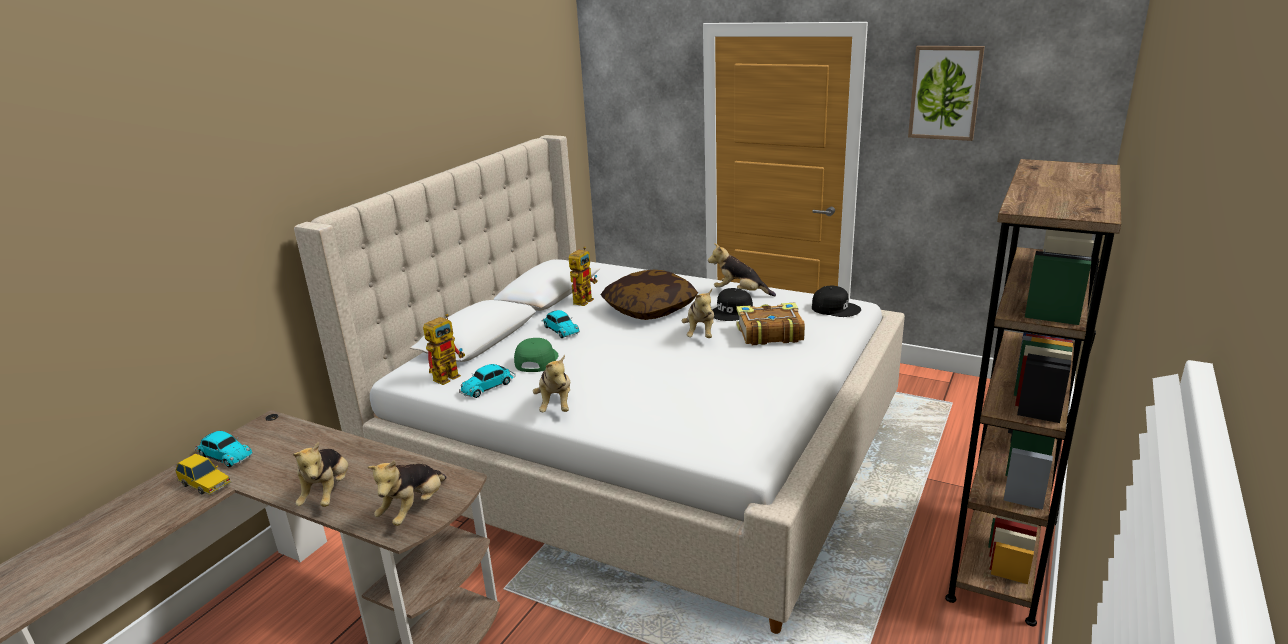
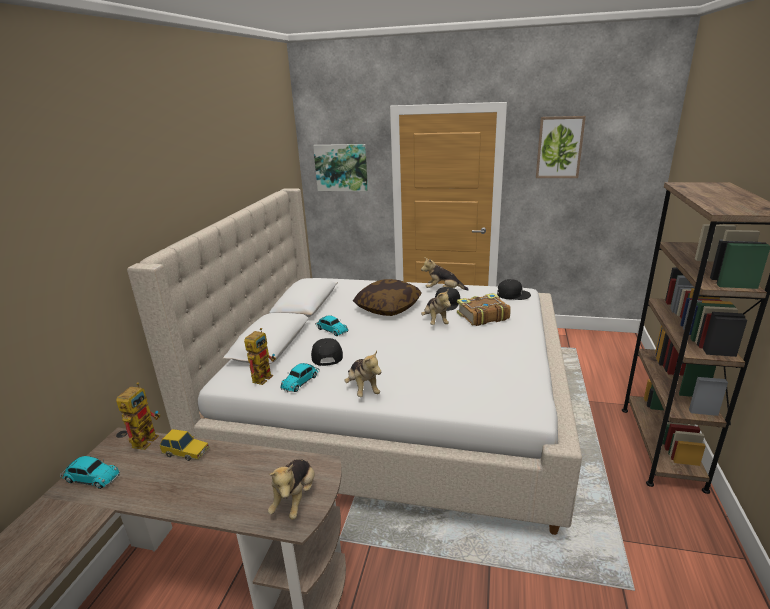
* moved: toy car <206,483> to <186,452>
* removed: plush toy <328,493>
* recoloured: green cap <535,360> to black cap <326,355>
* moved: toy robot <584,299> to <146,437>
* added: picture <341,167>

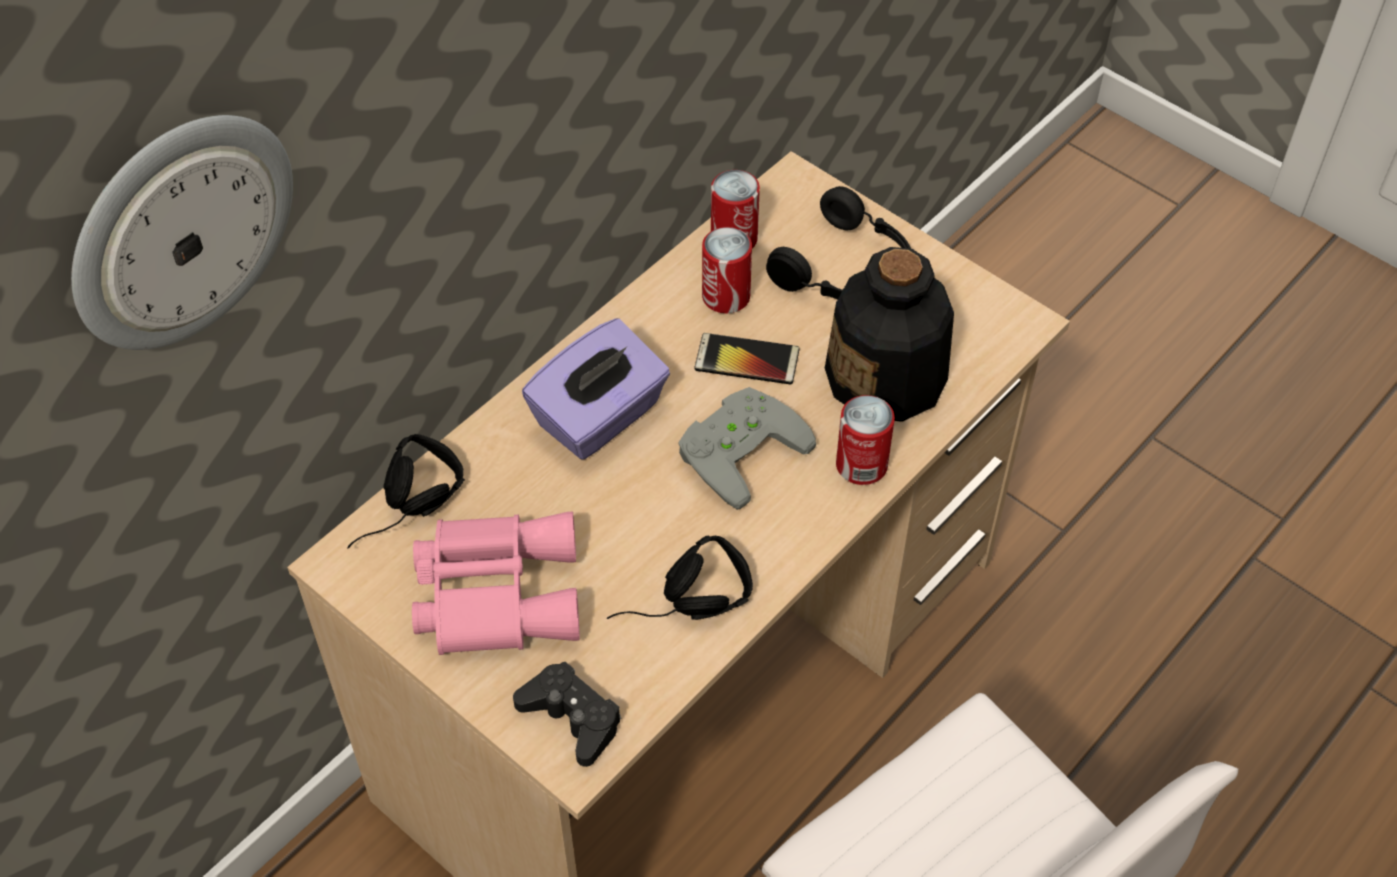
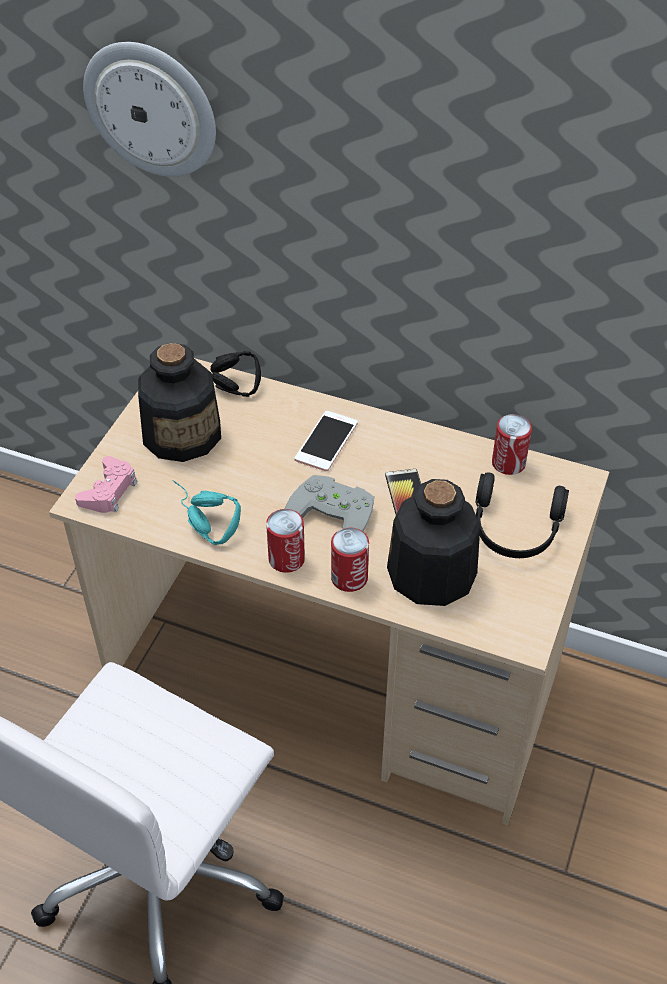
* replaced: pink binoculars <495,590> to bottle <182,434>
* recoloured: black game controller <572,718> to pink game controller <109,491>
* replaced: purple tissue box <600,417> to phone <326,441>
* recoloured: black headphones <684,611> to turquoise headphones <199,520>
* moved: can <726,296> to <286,559>

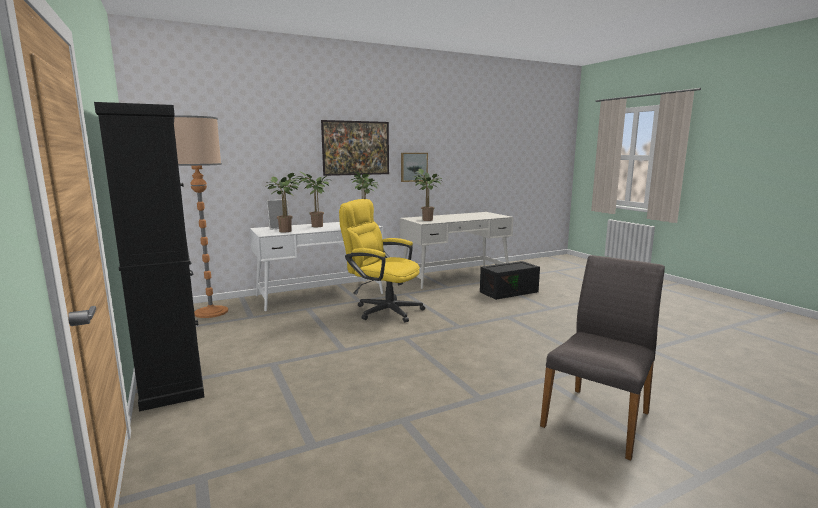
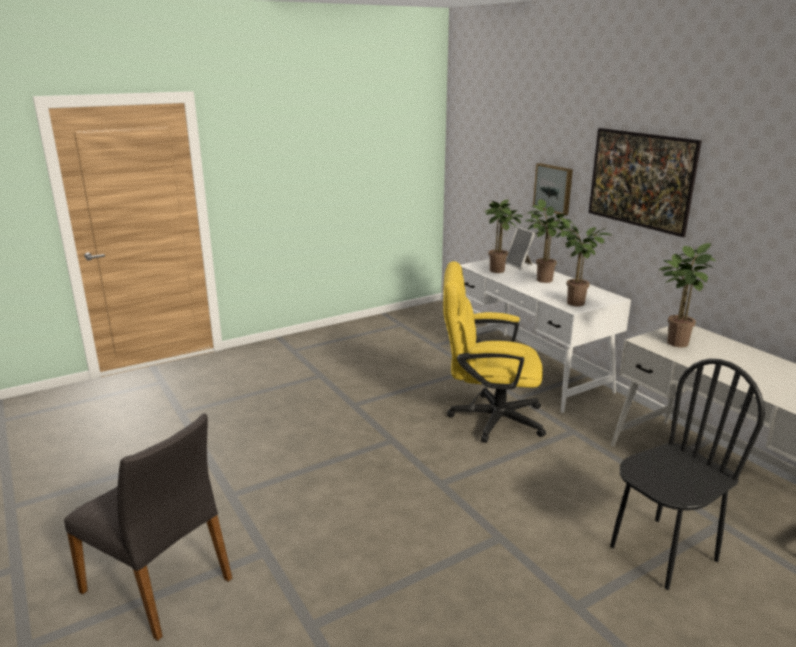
* removed: black cabinet <172,378>
* removed: floor lamp <211,312>
* turned: yellow office chair <383,310> = <487,418> 105 degrees counterclockwise
* moved: picture <413,167> to <554,188>
* replaced: black storage box <509,291> to black chair <662,553>

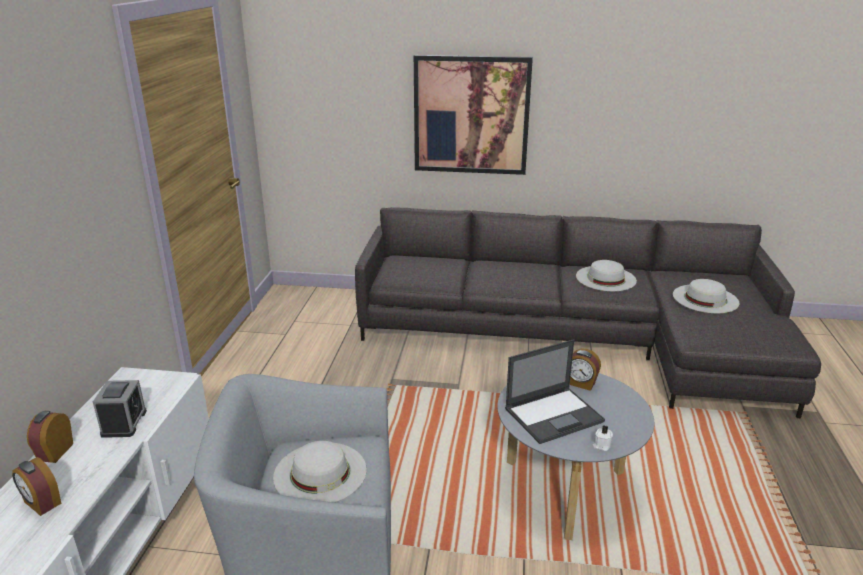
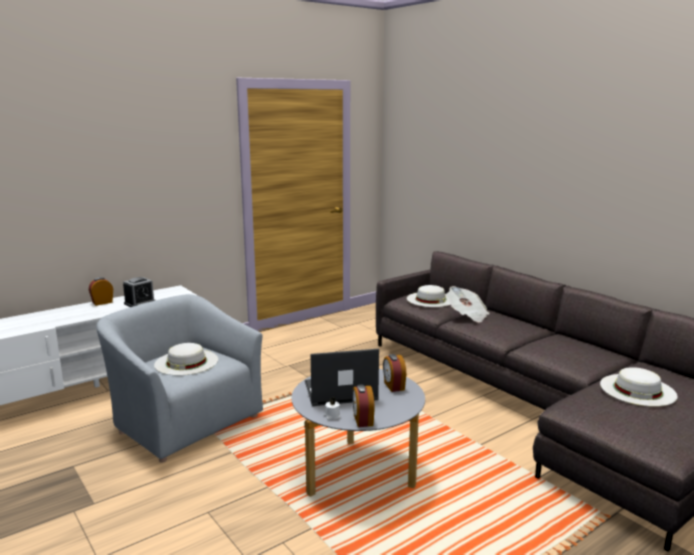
* moved: alarm clock <41,503> to <362,420>
* removed: picture <471,115>
* turned: laptop <554,415> = <339,391> 150 degrees clockwise
* moved: white hat <606,278> to <430,299>
* added: newspaper <467,315>

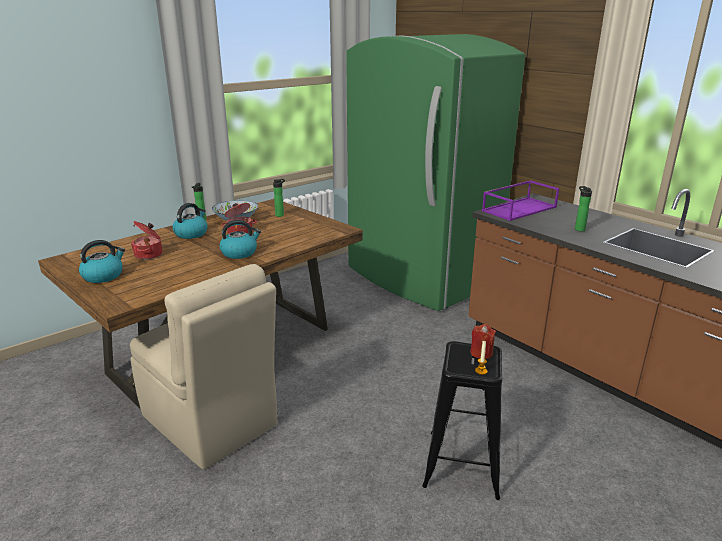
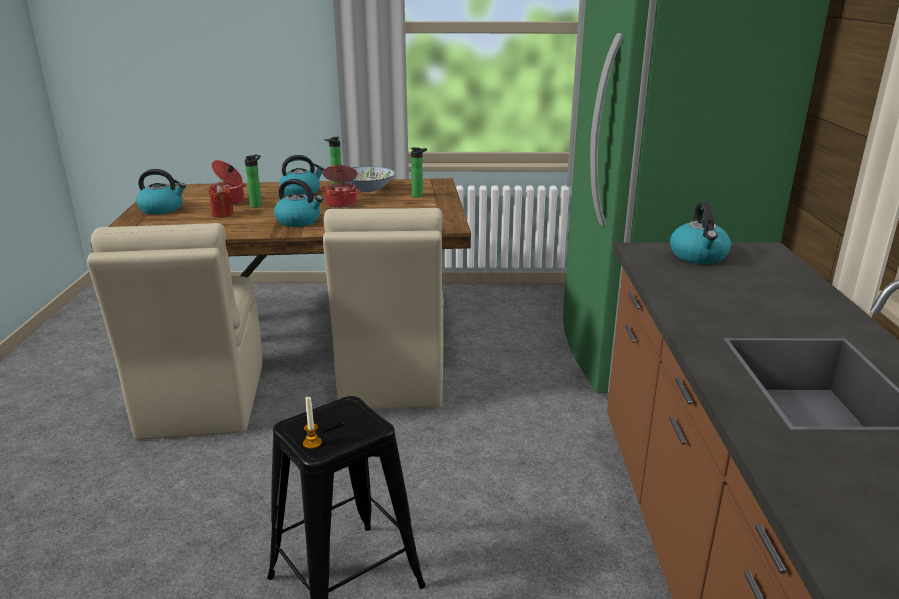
* moved: red candle <481,353> to <222,214>
* replaced: purple tray <519,208> to kettle <698,256>
* moved: bottle <579,229> to <257,205>
* added: beige chair <391,378>

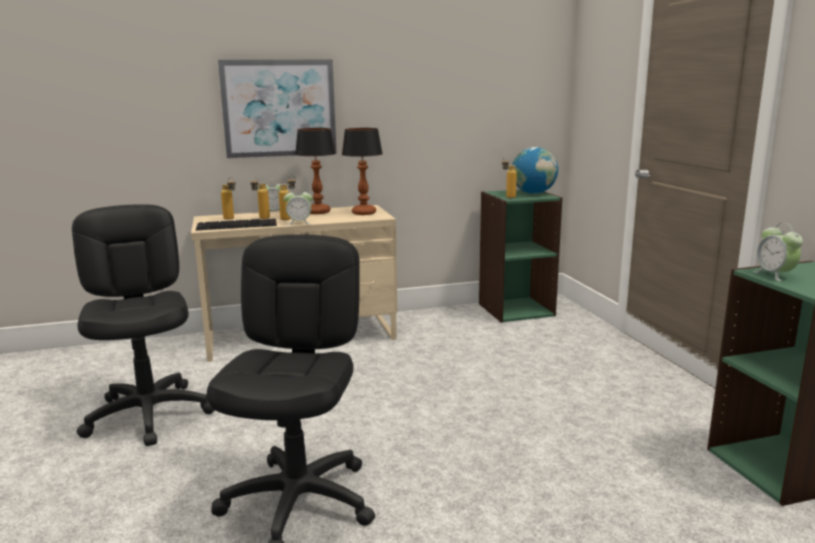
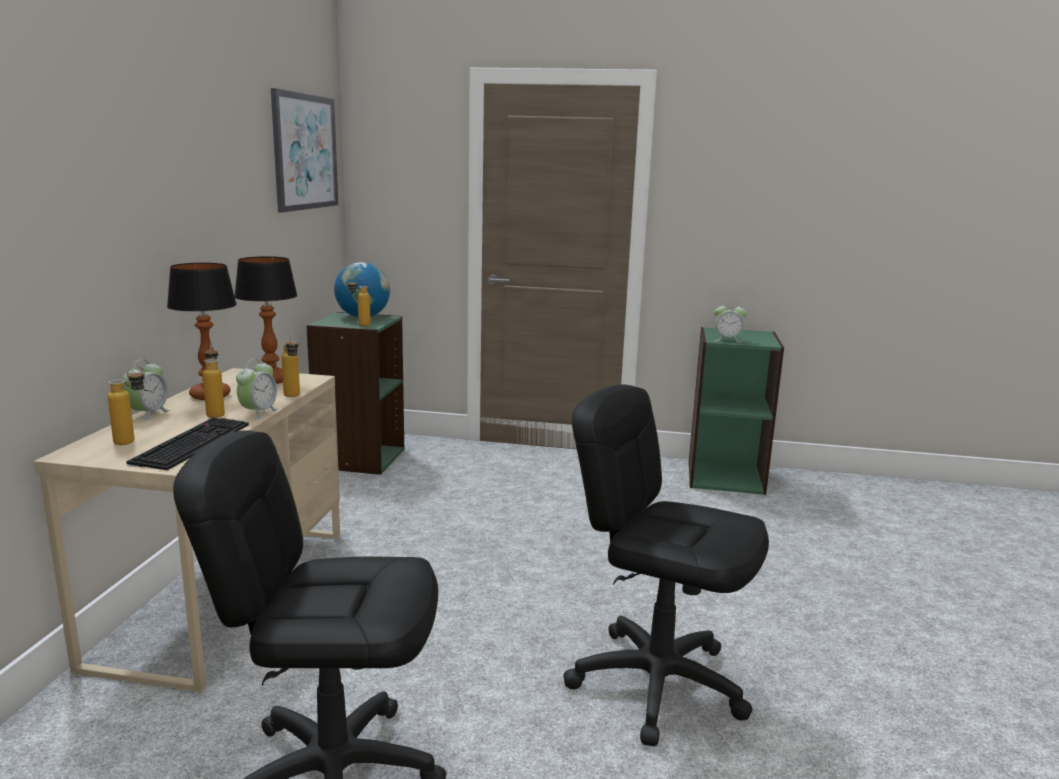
* moved: picture <279,108> to <305,152>
* moved: bottle <261,218> to <293,397>

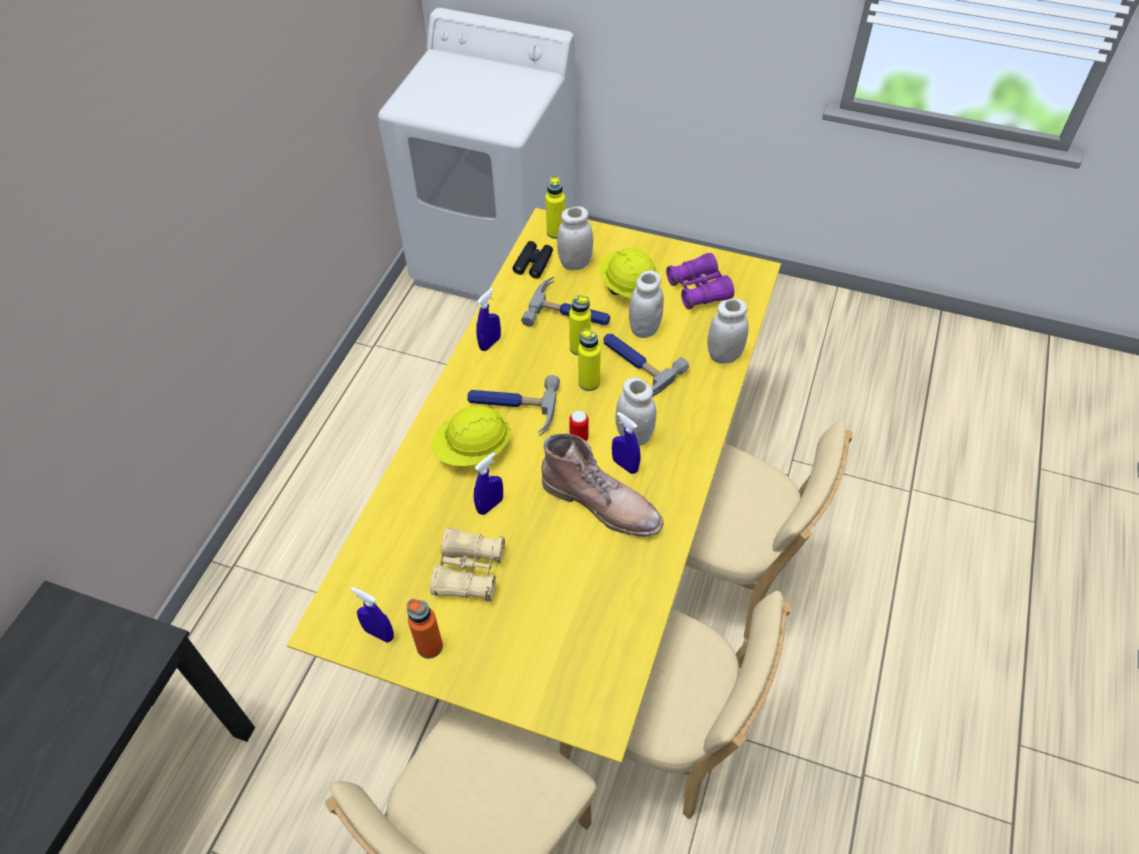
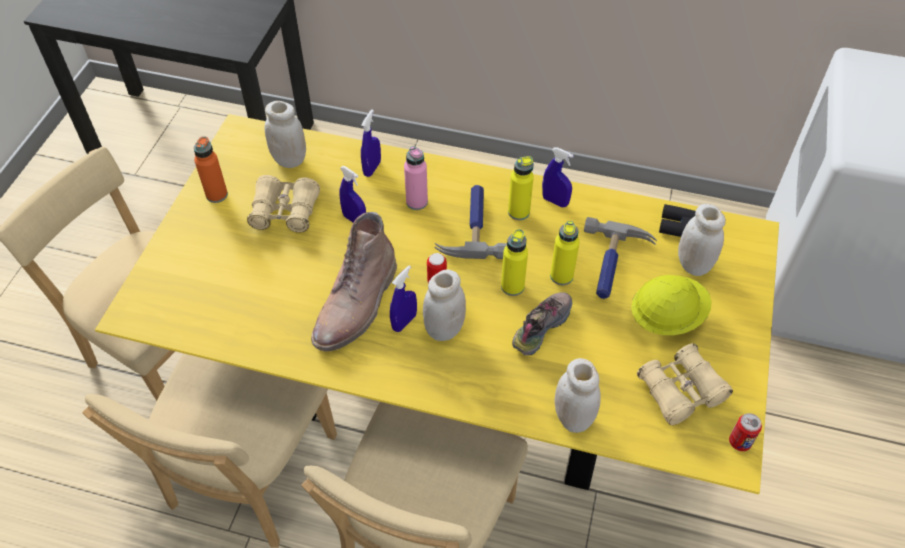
* moved: blue spray bottle <379,633> to <372,168>
* replaced: yellow hard hat <473,450> to pink bottle <417,202>
* moved: yellow bottle <556,232> to <518,212>
* replaced: hammer <634,367> to shoe <541,326>
* moved: white jar <644,329> to <290,160>
* recoloured: purple binoculars <699,290> to beige binoculars <680,391>
* added: can <739,442>

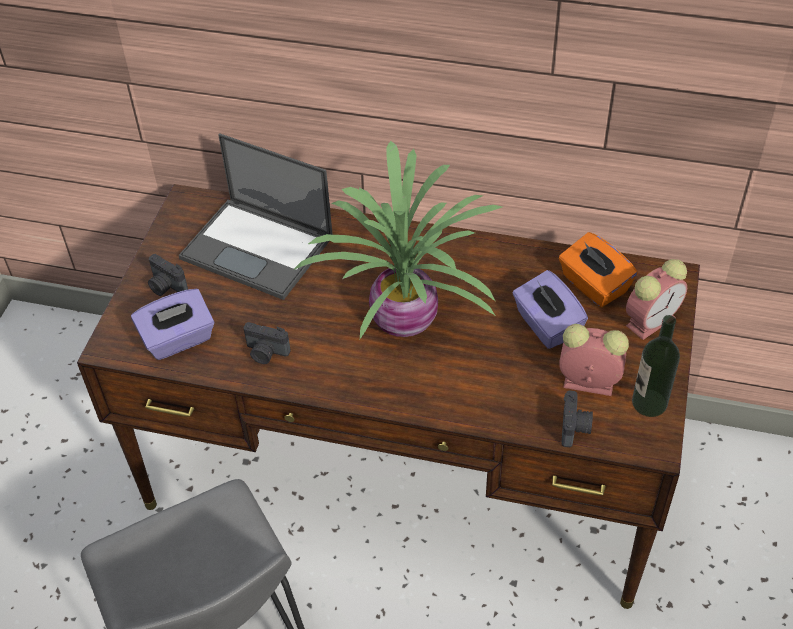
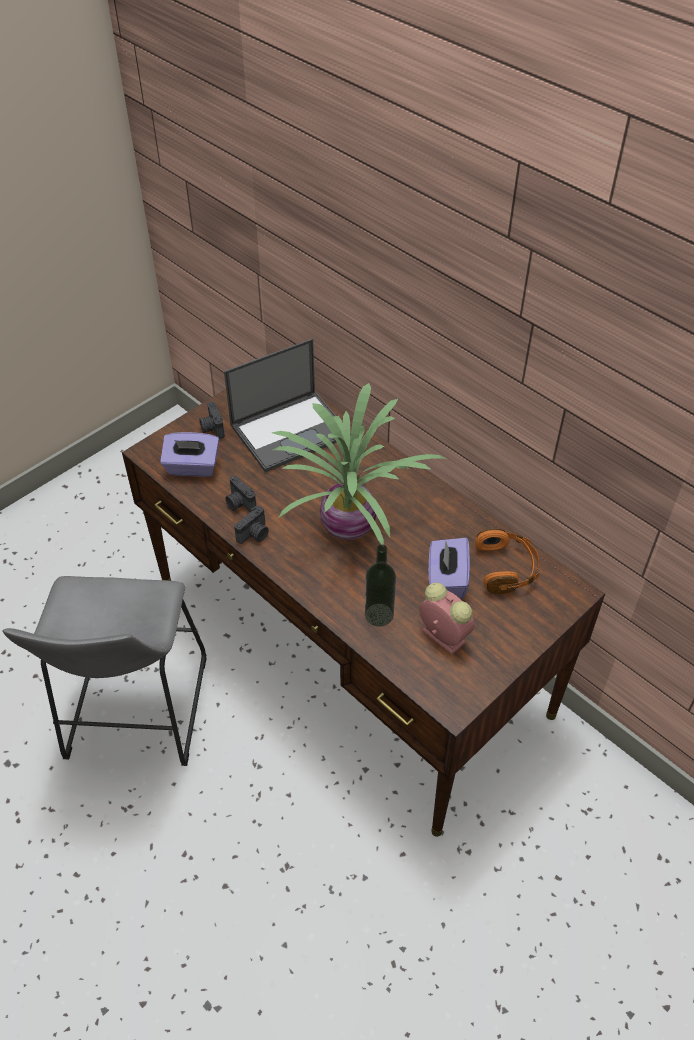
* turned: laptop <259,248> = <291,430> 90 degrees counterclockwise
* replaced: orange tissue box <593,285> to orange headphones <506,568>
* moved: photo camera <575,428> to <254,534>
* removed: alarm clock <651,320>
* moved: bottle <649,403> to <379,615>

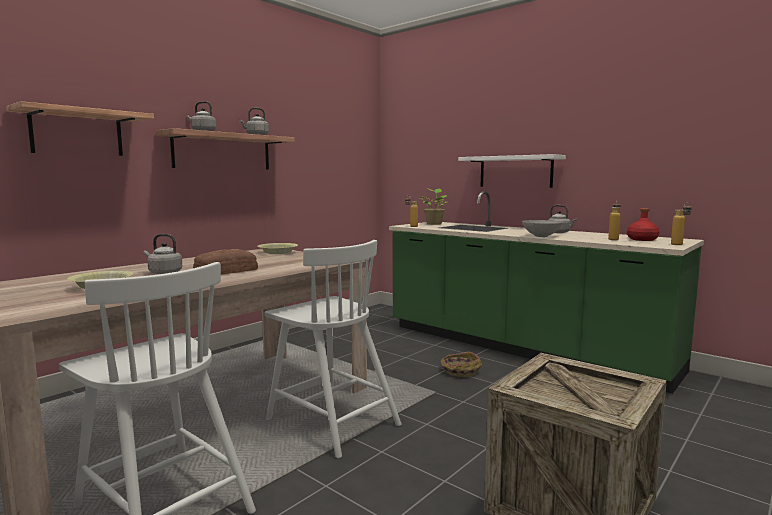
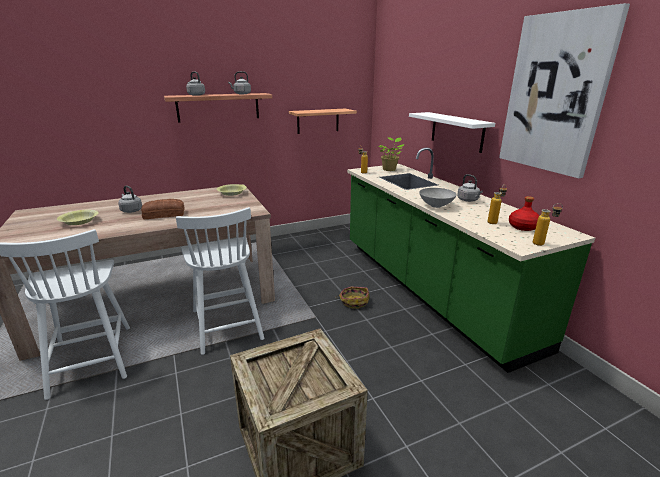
* moved: shelf <77,133> to <318,121>
* added: picture <555,94>

